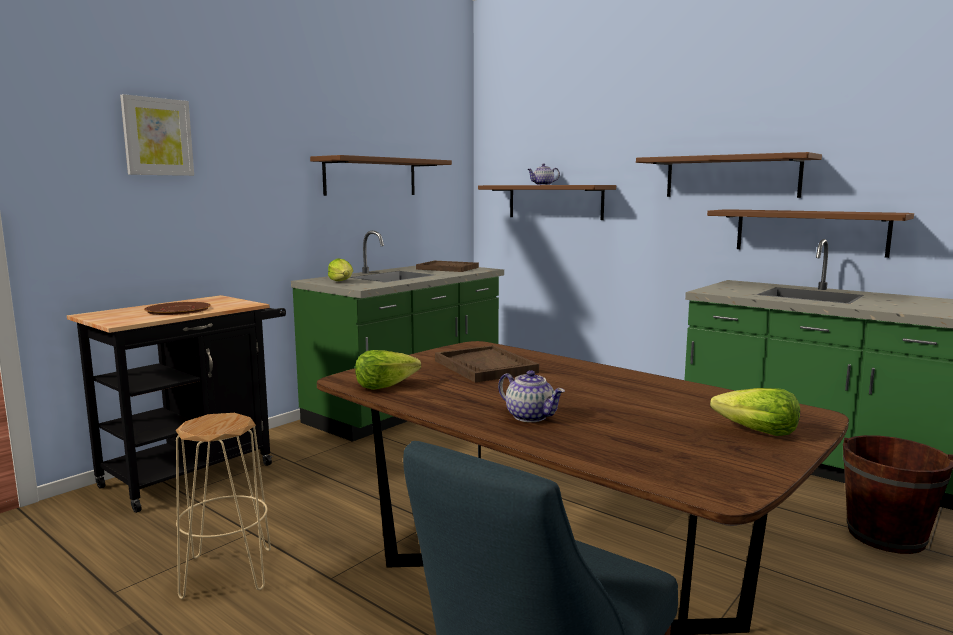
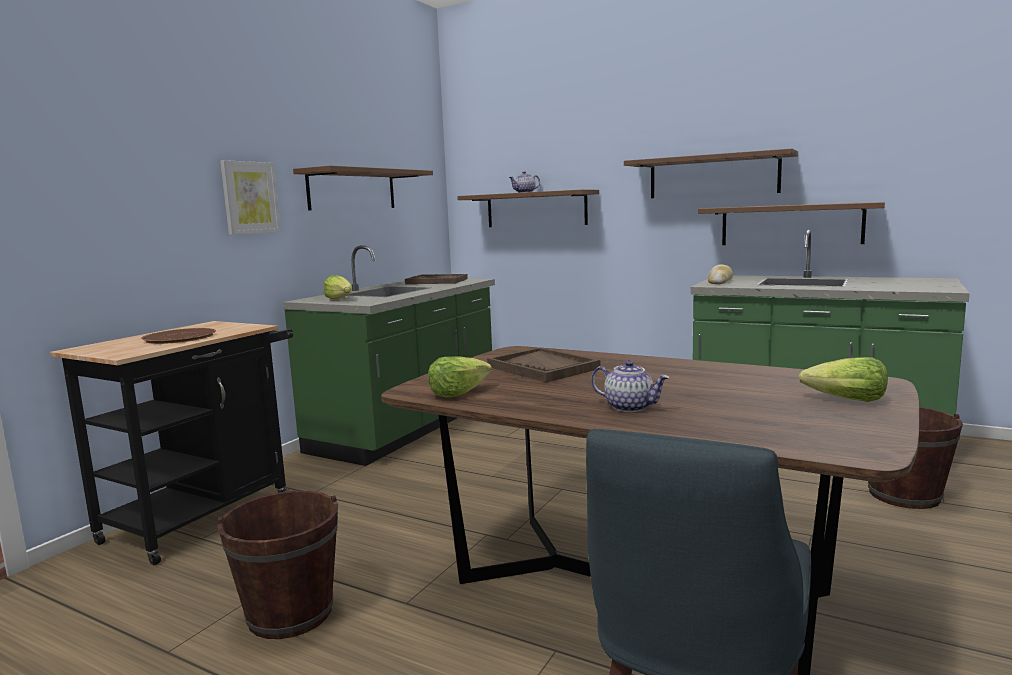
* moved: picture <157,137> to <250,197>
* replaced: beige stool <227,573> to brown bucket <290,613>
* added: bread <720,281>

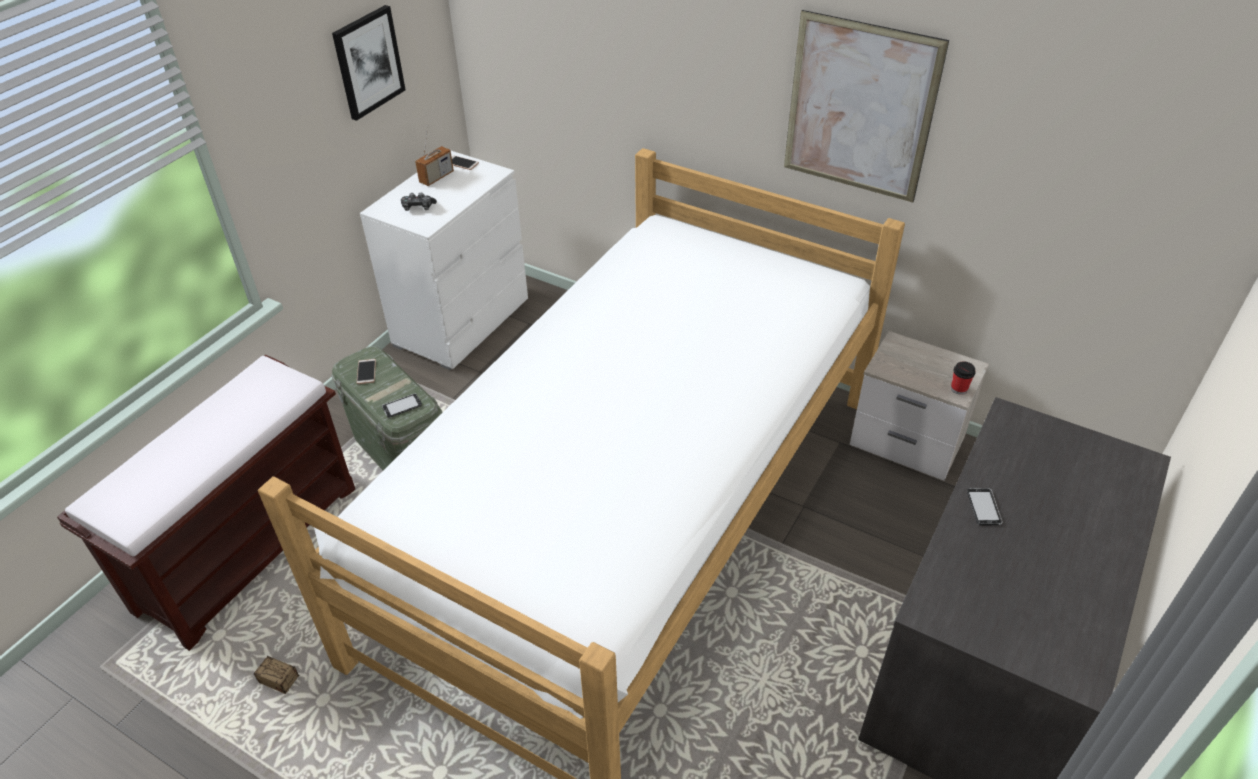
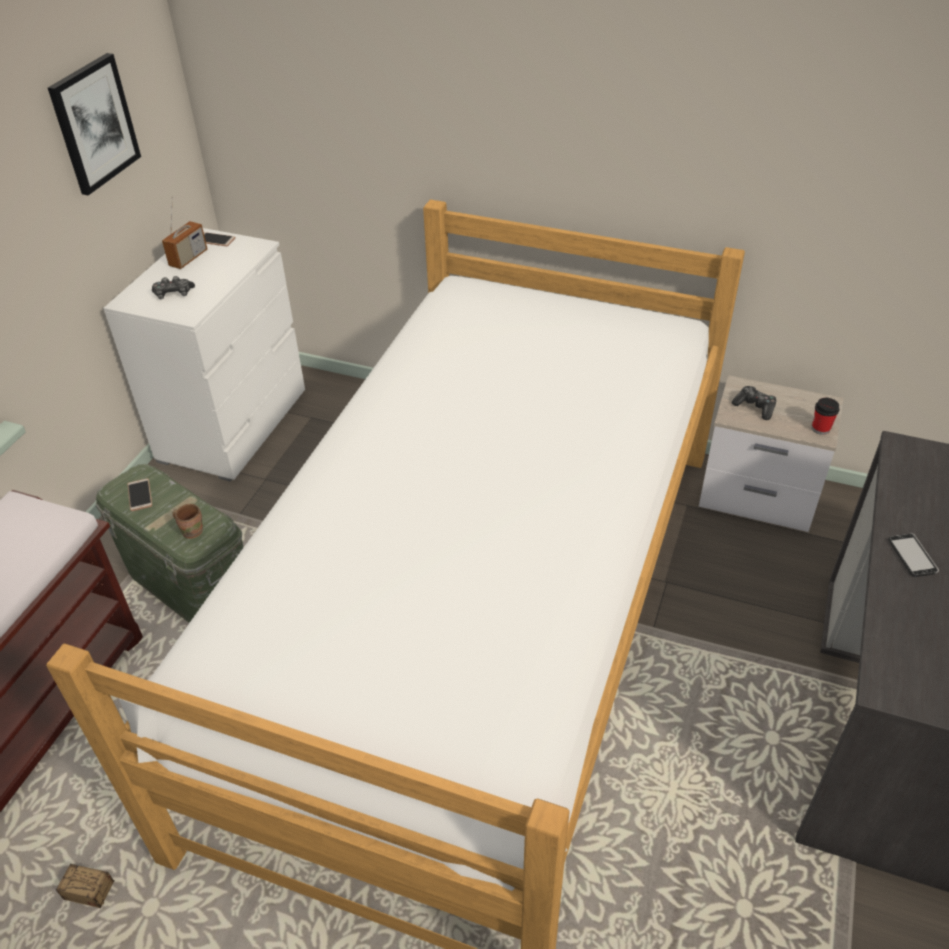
* replaced: phone <402,406> to brown mug <192,531>
* removed: picture <859,108>
* added: game controller <755,407>

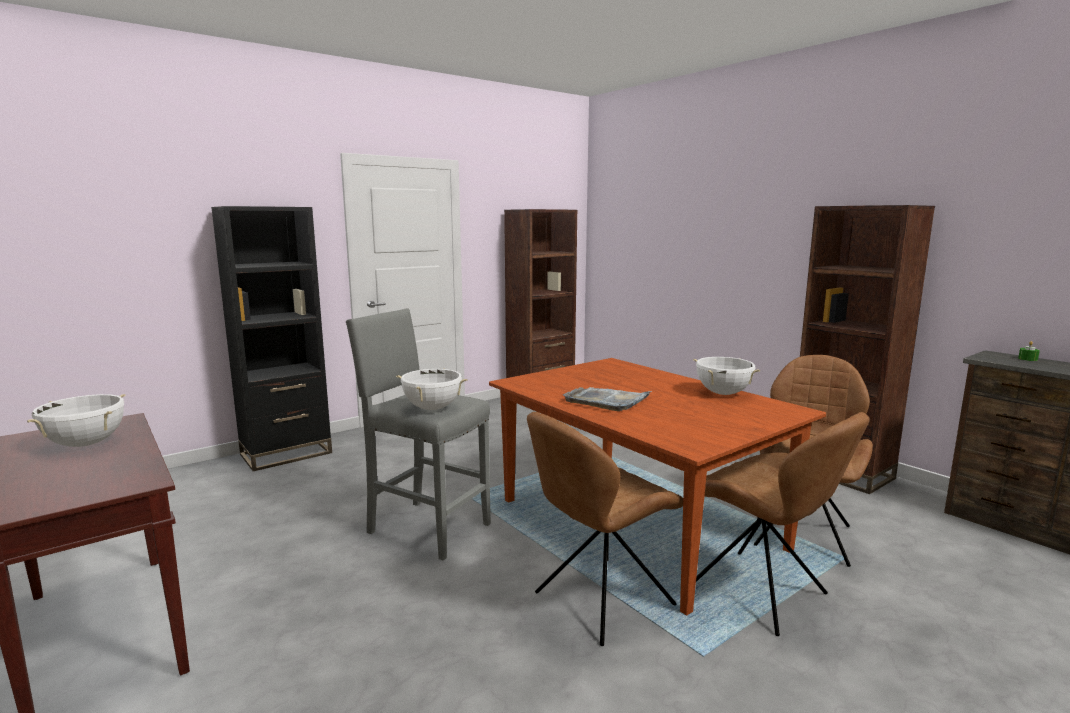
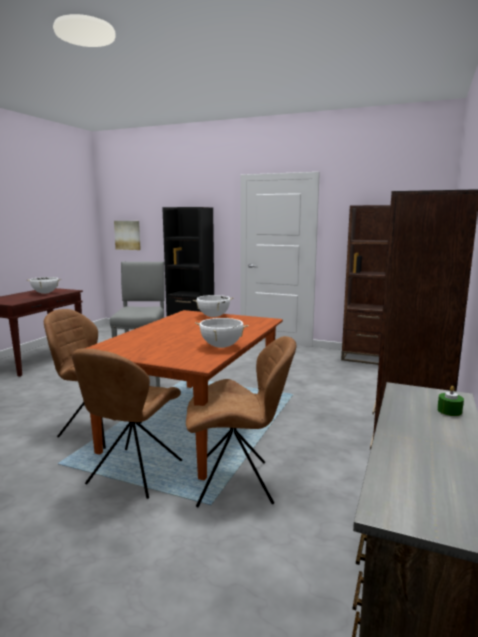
* moved: white cooking pot <432,408> to <213,316>
* removed: grey tray <607,400>
* added: picture <128,235>

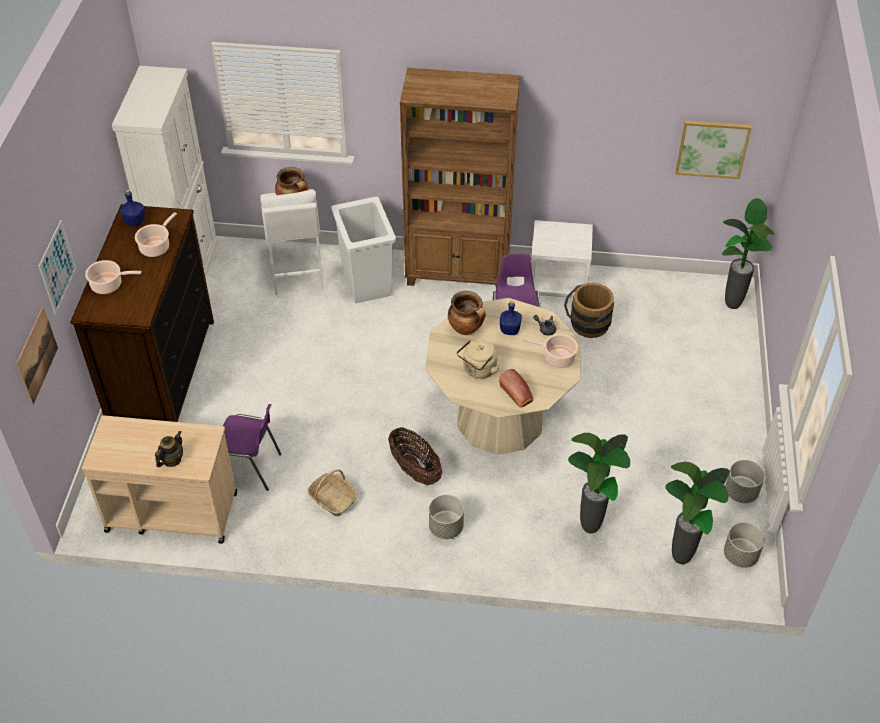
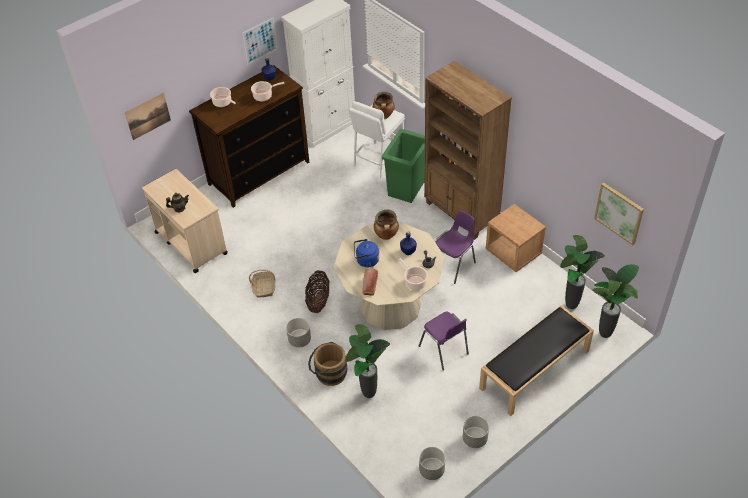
* moved: picture <57,267> to <260,41>
* moved: purple chair <250,468> to <444,351>
* recoloured: white trash can <366,283> to green trash can <406,188>
* recoloured: beige kettle <478,370> to blue kettle <366,261>
* recoloured: white nightstand <558,281> to brown nightstand <513,253>
* moved: brown bucket <586,326> to <328,373>
* moved: potted plant <681,560> to <570,307>
* added: black bench <534,370>

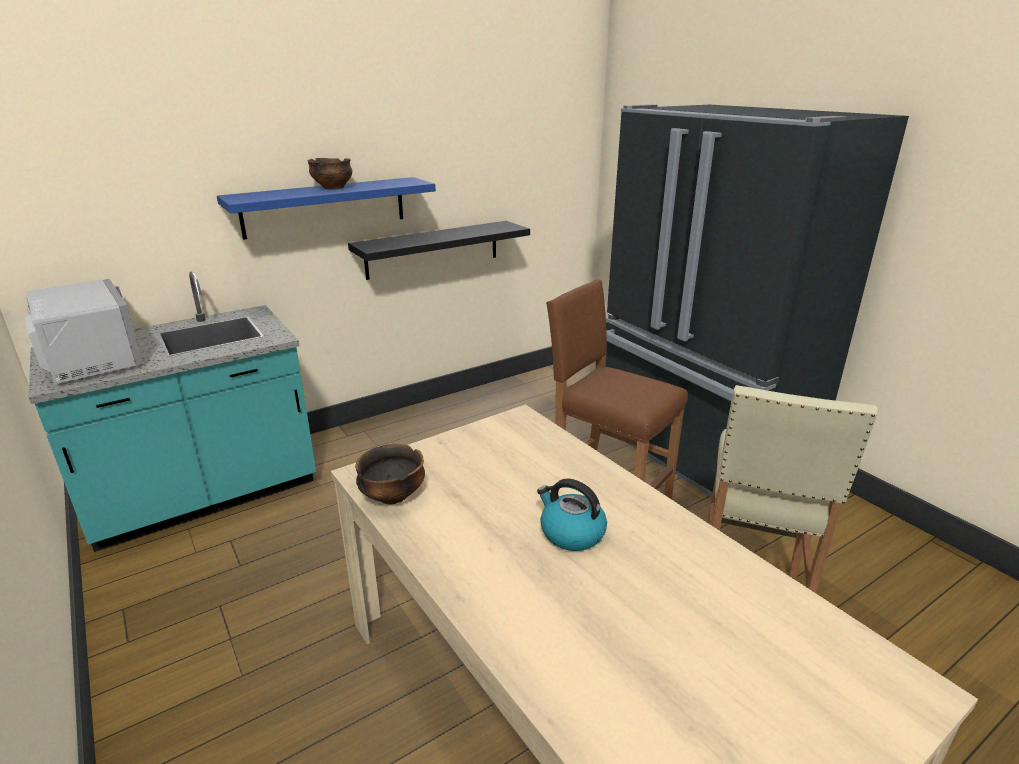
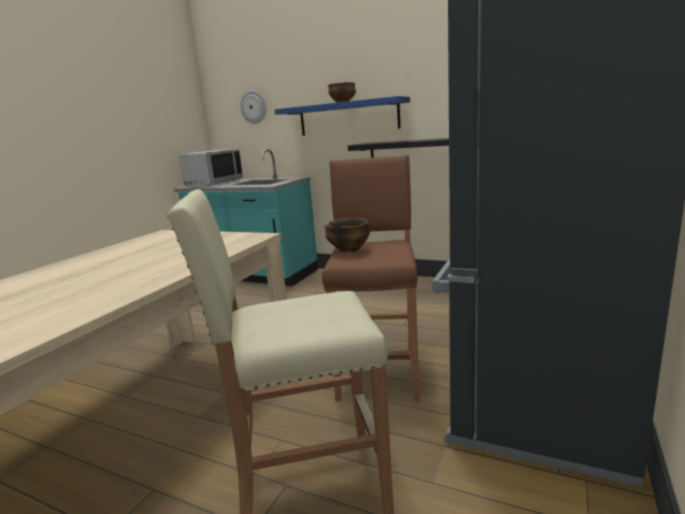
* moved: bowl <392,496> to <349,250>
* removed: kettle <571,533>
* added: wall clock <254,107>

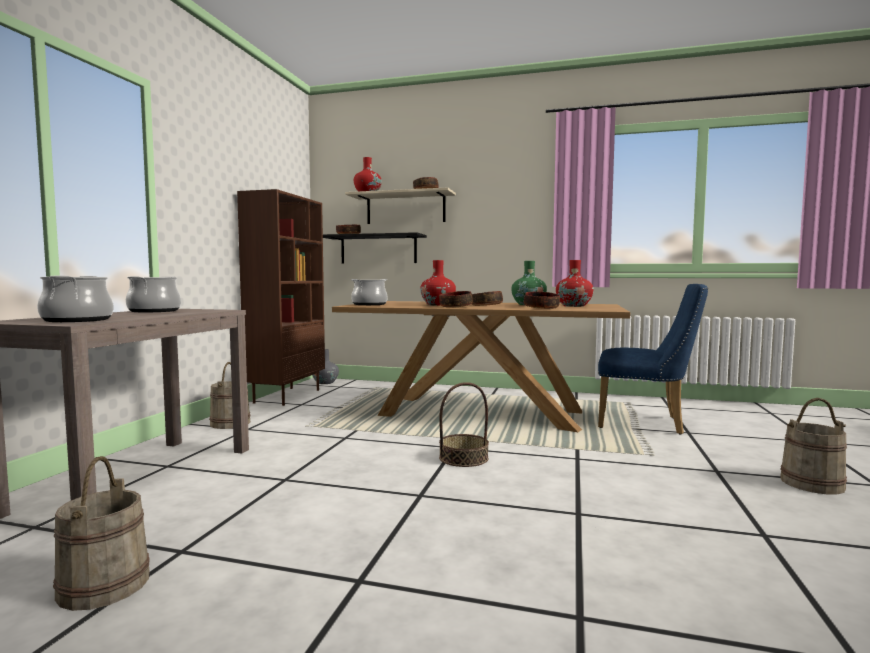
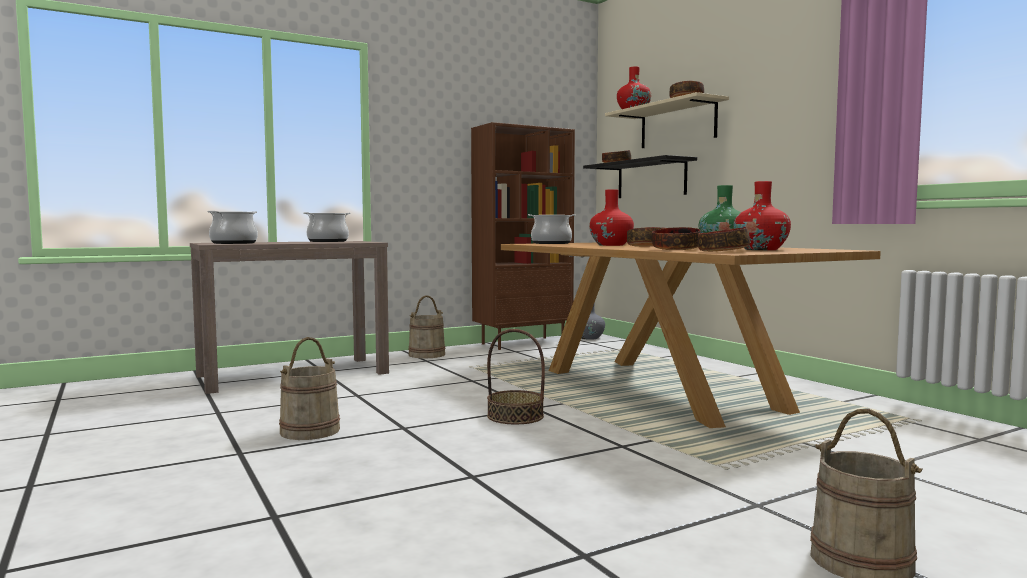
* moved: beige bucket <103,585> to <310,431>
* moved: bowl <455,307> to <722,251>
* removed: blue chair <646,423>

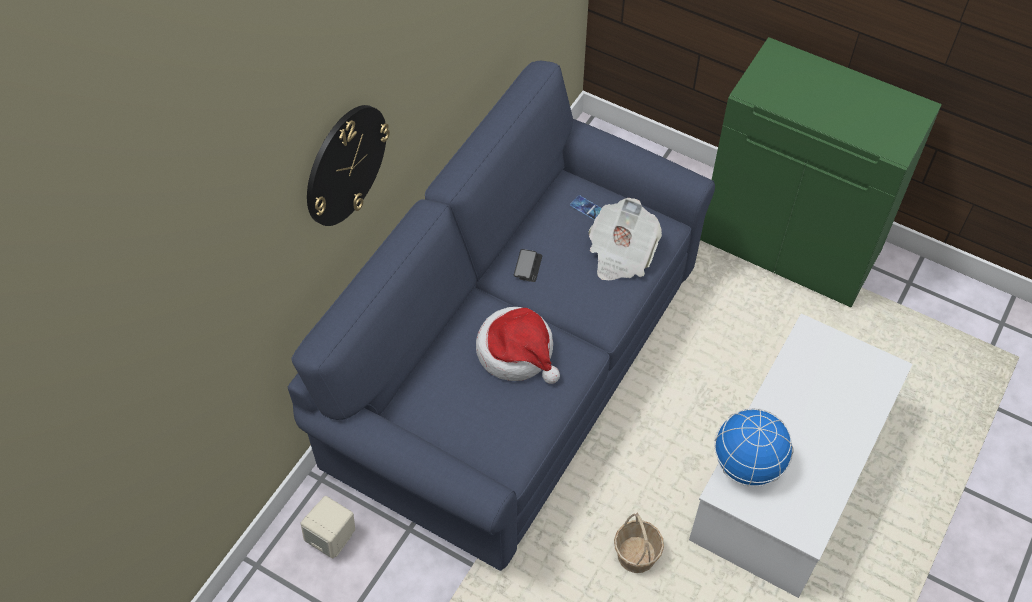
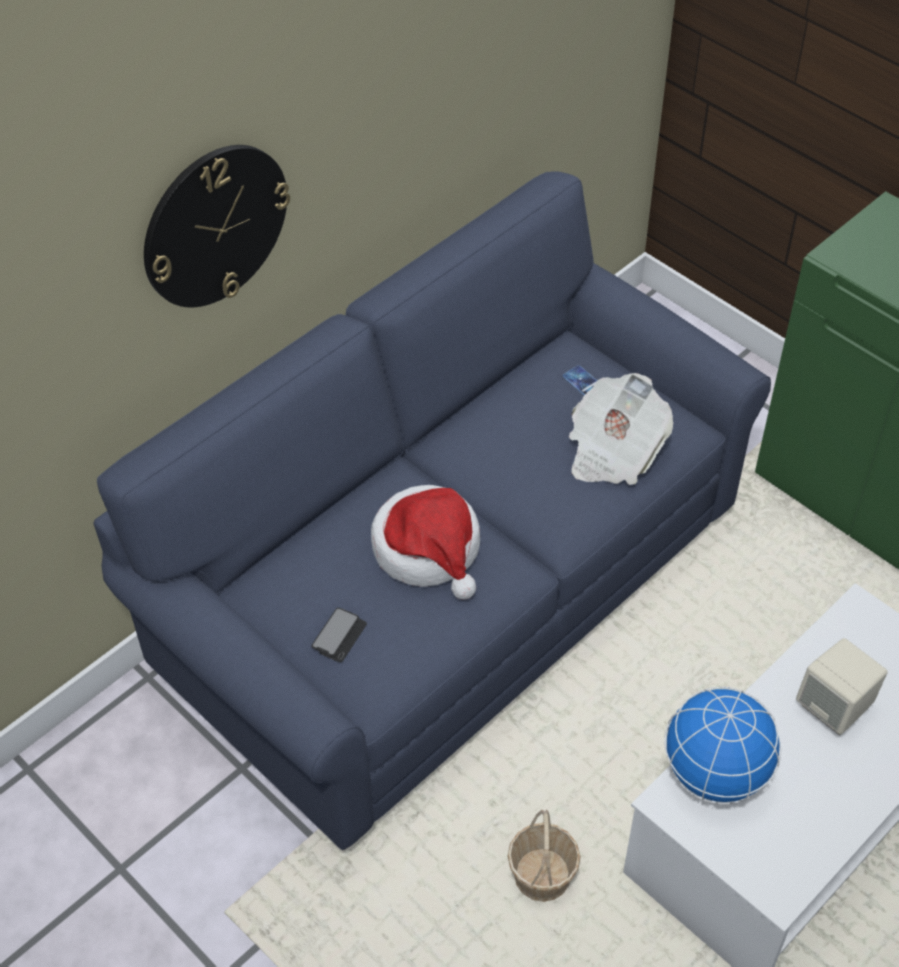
* moved: beige speaker <332,538> to <834,707>
* moved: phone <528,266> to <339,636>

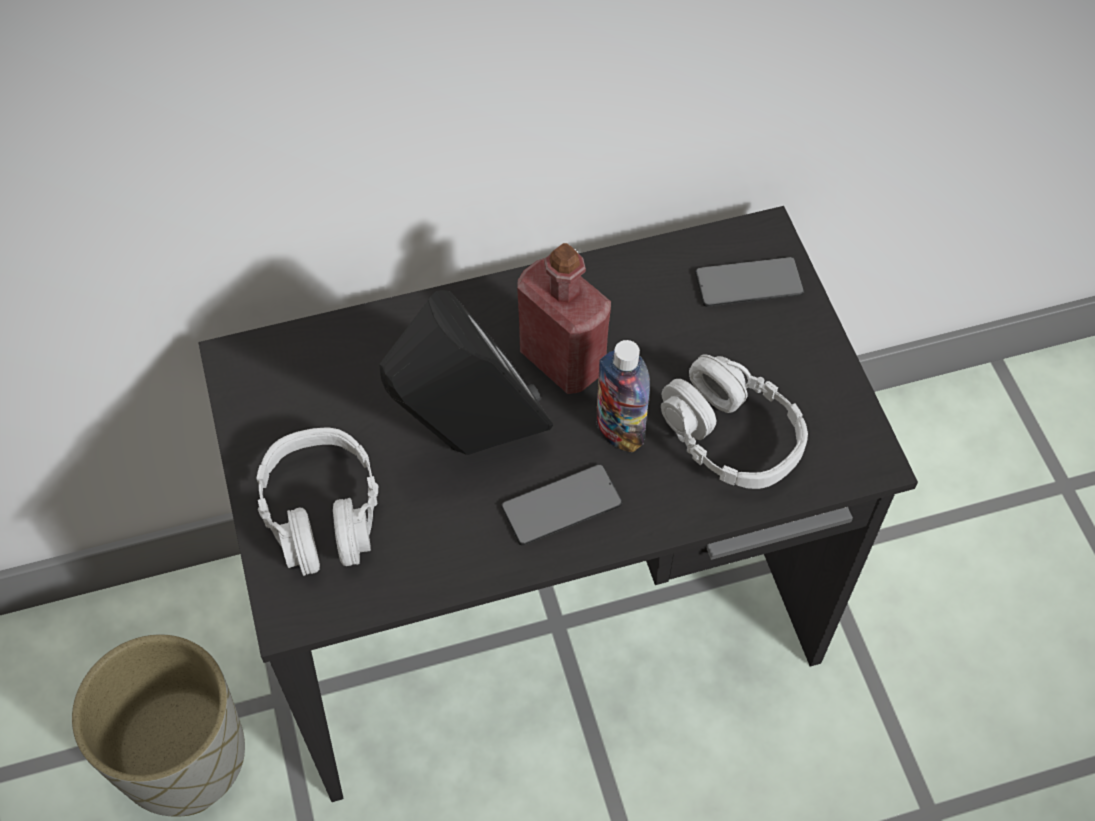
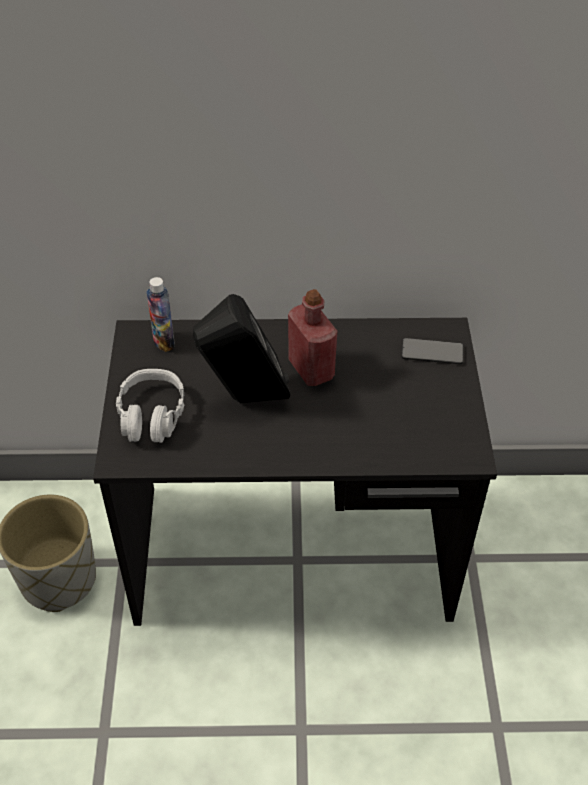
* removed: phone <561,506>
* moved: bottle <619,431> to <164,341>
* removed: grey headphones <730,436>

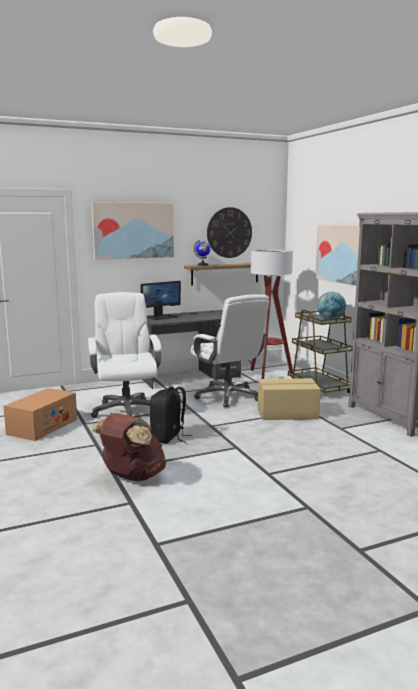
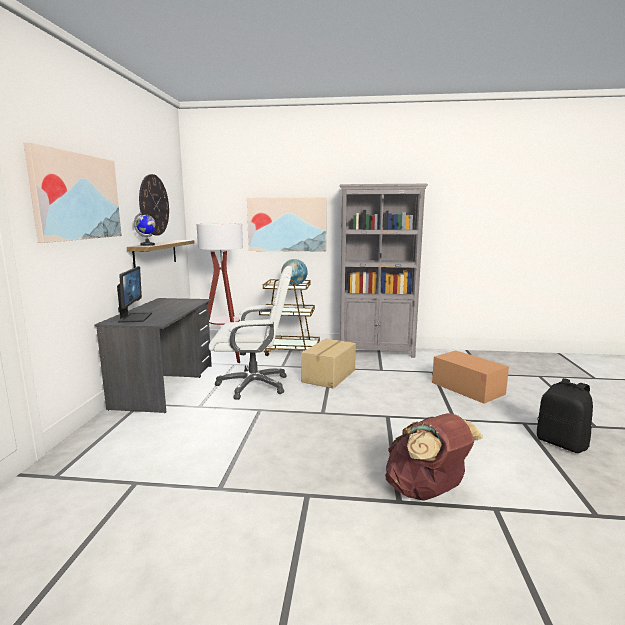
* moved: cardboard box <42,426> to <467,388>
* removed: white office chair <126,410>
* moved: black backpack <168,438> to <562,443>

